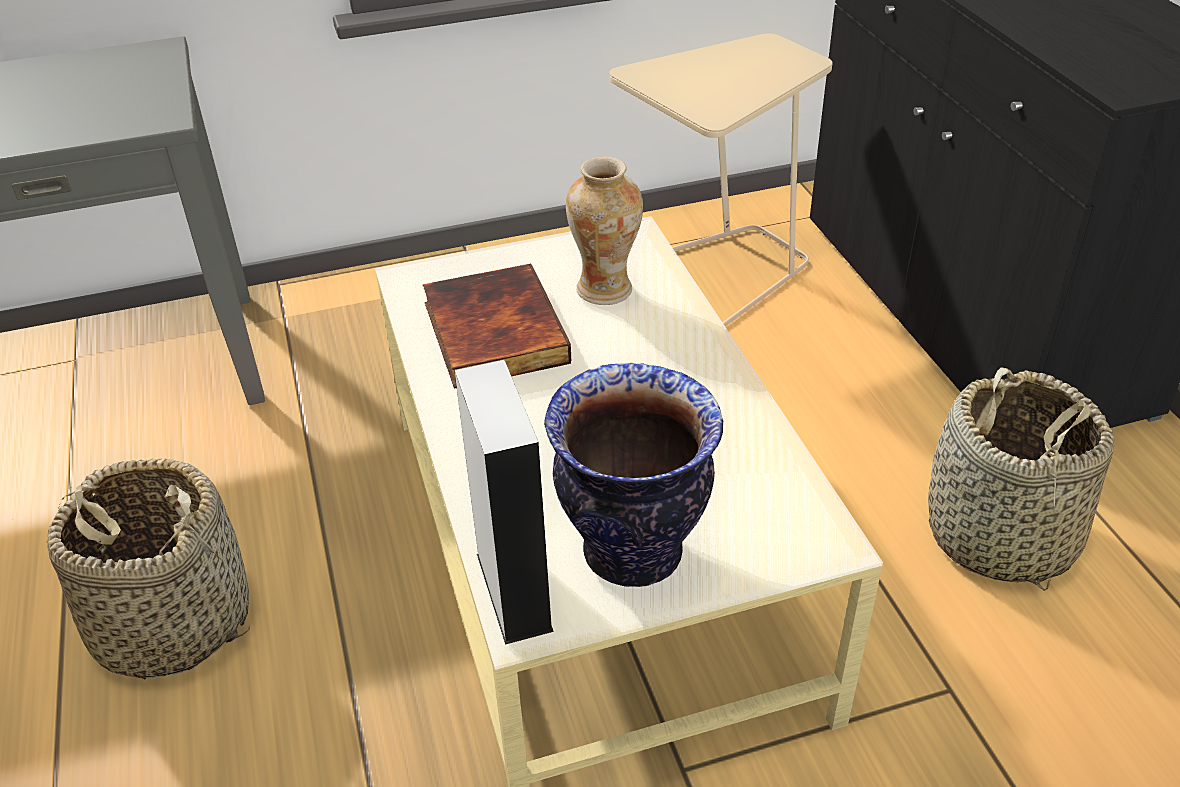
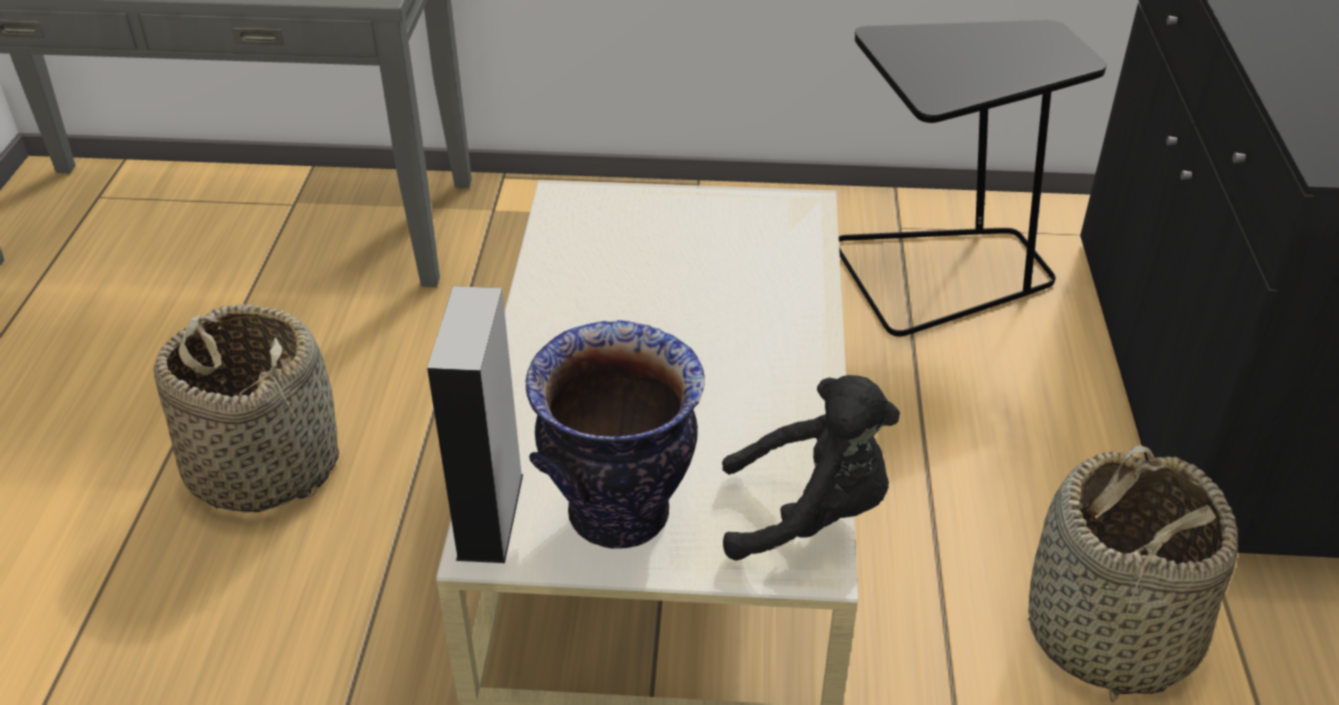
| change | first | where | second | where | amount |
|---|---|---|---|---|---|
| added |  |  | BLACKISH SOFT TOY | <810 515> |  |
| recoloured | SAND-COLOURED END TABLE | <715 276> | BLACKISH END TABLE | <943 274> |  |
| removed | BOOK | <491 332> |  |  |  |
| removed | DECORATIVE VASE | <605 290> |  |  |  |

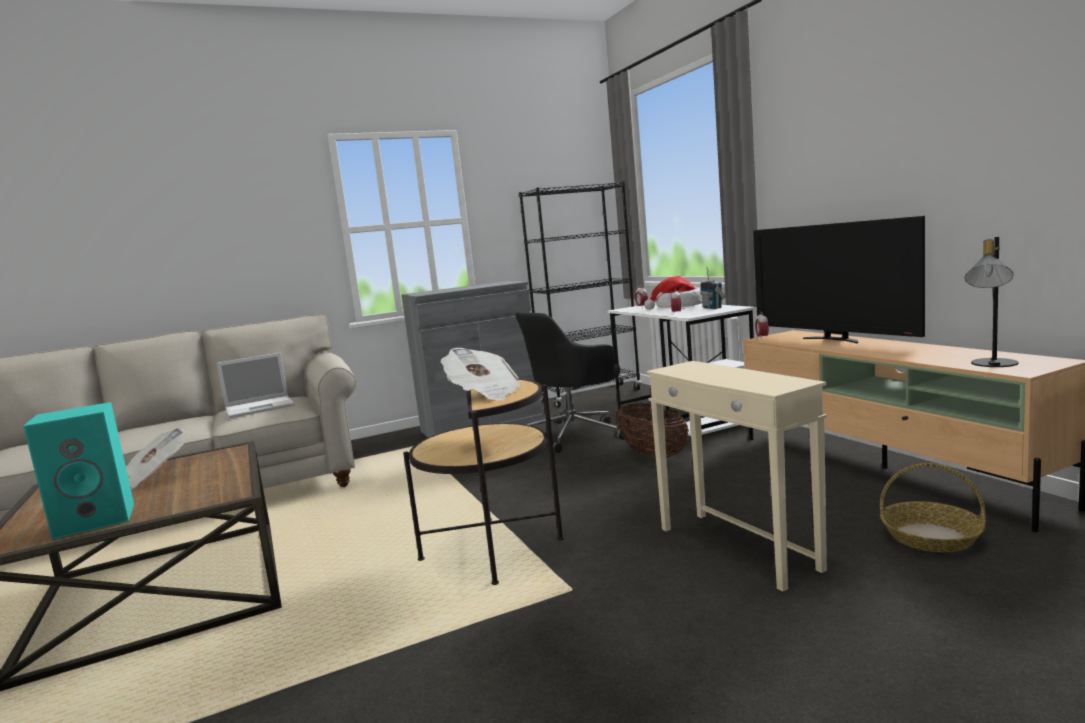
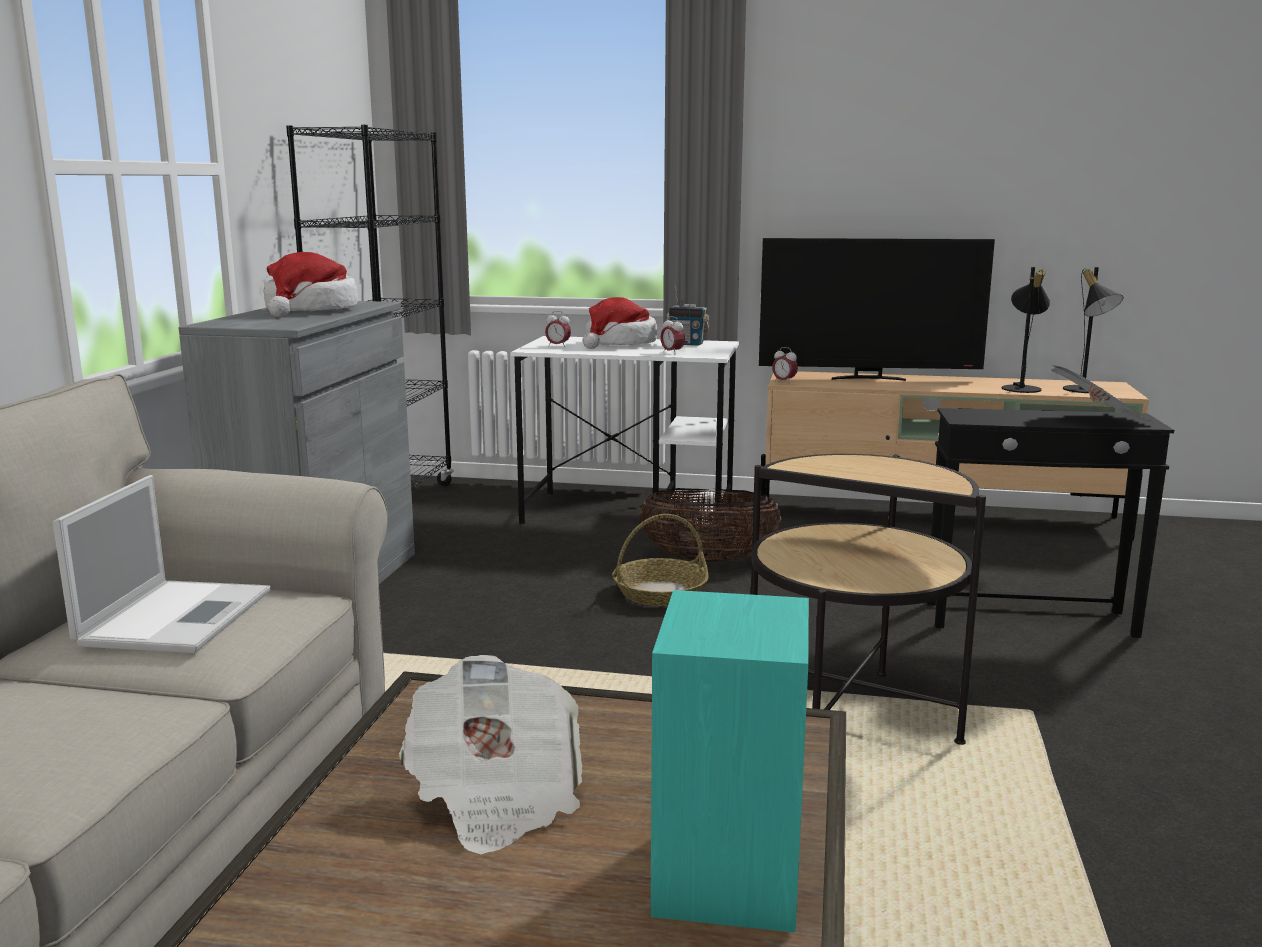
| change | first | where | second | where | amount |
|---|---|---|---|---|---|
| added |  |  | CLOTHING HAT | <310 310> |  |
| moved | HOUSEHOLD BASKET | <931 537> |  | <660 593> |  |
| recoloured | SAND-COLOURED END TABLE | <736 548> | BLACKISH END TABLE | <1030 620> |  |
| added |  |  | BLACKISH TABLE LAMP | <1022 387> |  |
| moved | NEWSPAPER | <484 394> |  | <1099 421> |  |
| removed | BLACKISH OFFICE CHAIR | <574 434> |  |  |  |

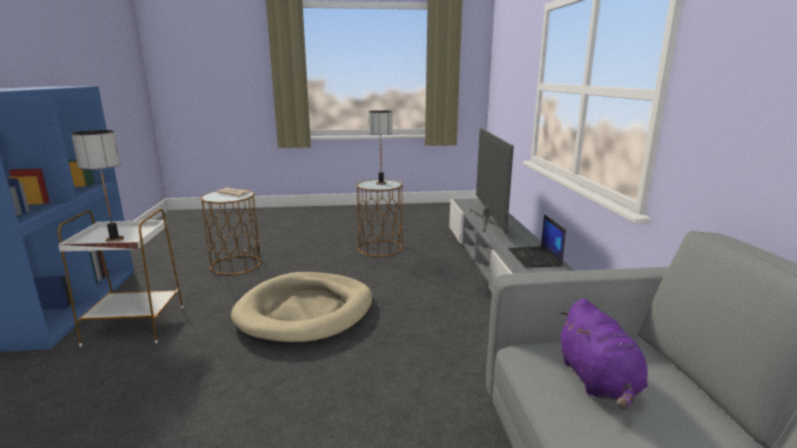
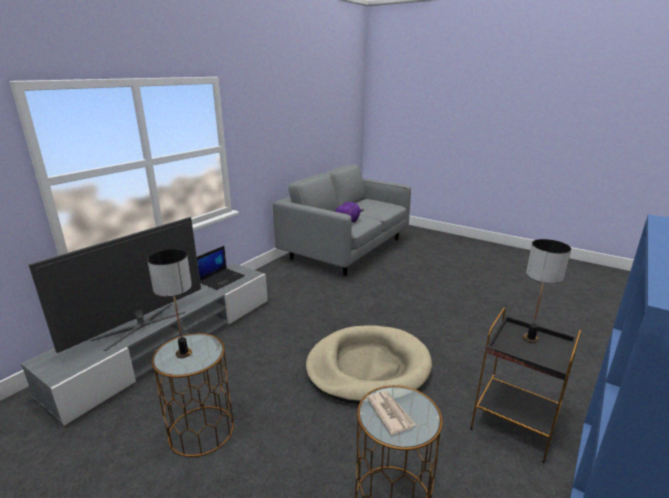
| change | first | where | second | where | amount |
|---|---|---|---|---|---|
| recoloured | WHITISH END TABLE | <136 325> | BLACKISH END TABLE | <514 422> |  |

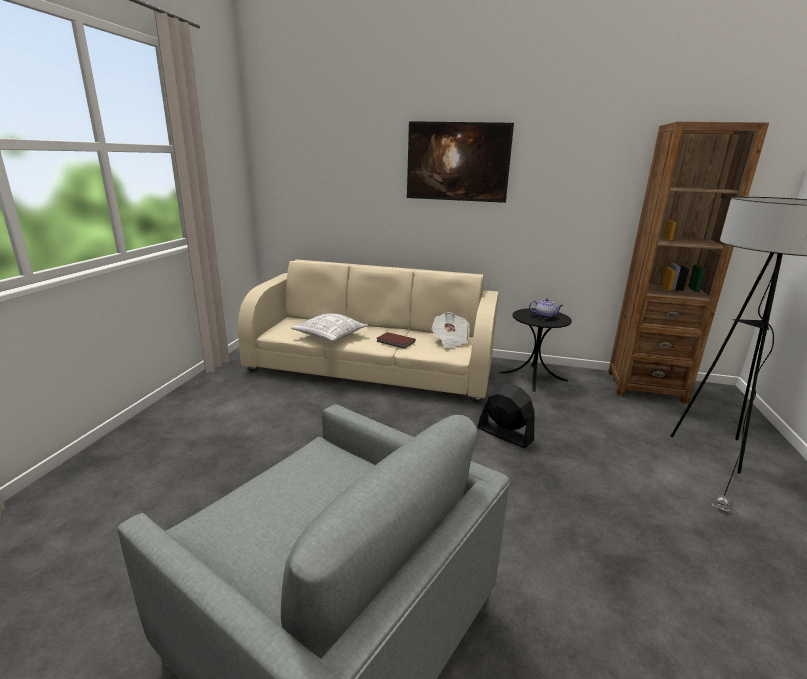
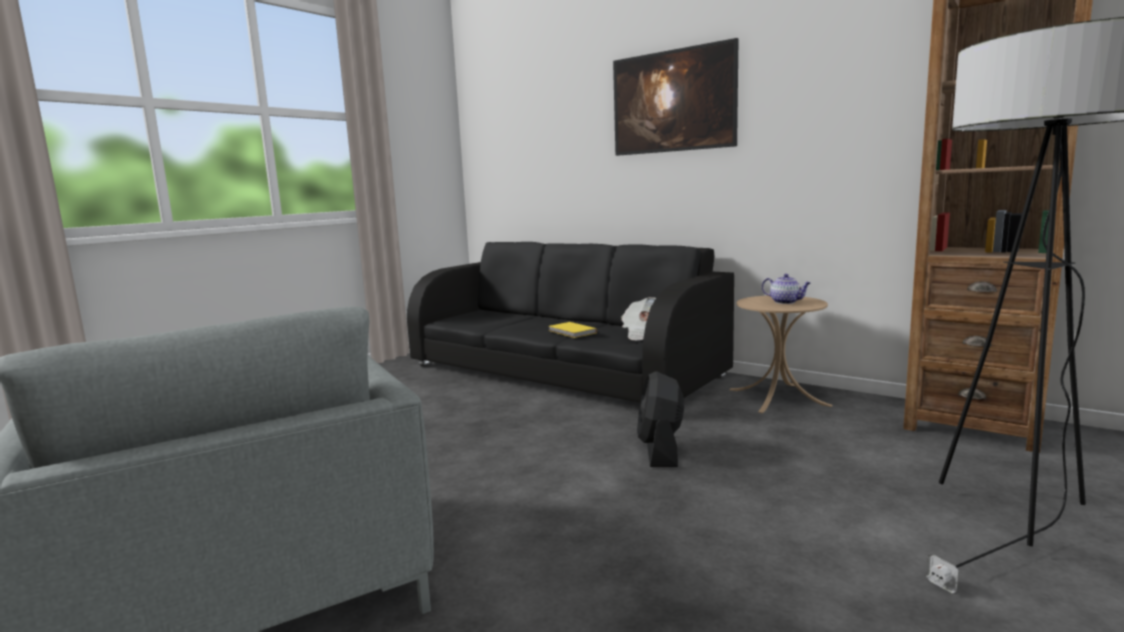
| change | first | where | second | where | amount |
|---|---|---|---|---|---|
| recoloured | SAND-COLOURED SETTEE | <373 365> | BLACKISH SETTEE | <564 370> |  |
| recoloured | BROWN BOOK | <395 342> | YELLOW-COLOURED BOOK | <571 332> |  |
| turned | BLACKISH COOLING FAN | <504 434> |  | <660 451> | 150 degrees counterclockwise |
| recoloured | BLACKISH END TABLE | <533 376> | SAND-COLOURED END TABLE | <778 397> |  |
| removed | CUSHION | <330 336> |  |  |  |

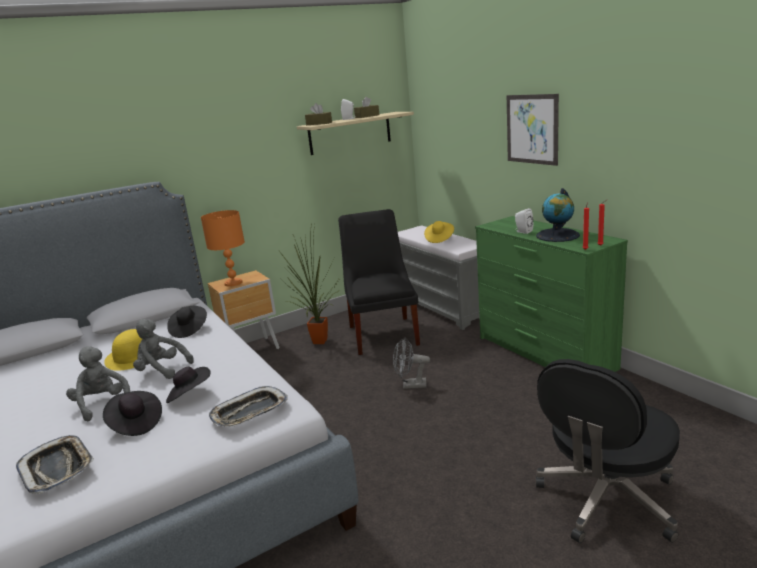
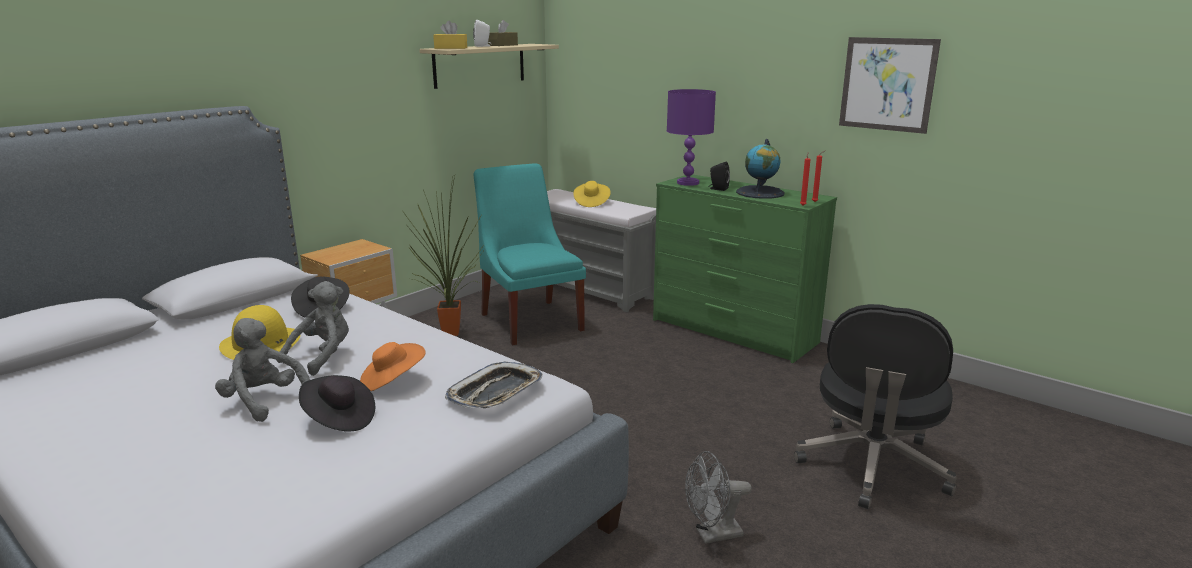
| change | first | where | second | where | amount |
|---|---|---|---|---|---|
| turned | GREY SOFT TOY | <162 370> |  | <322 357> | 120 degrees clockwise |
| recoloured | BLACKISH CLOTHING HAT | <190 395> | ORANGE CLOTHING HAT | <392 381> |  |
| recoloured | BROWN BOX OF TISSUES | <319 124> | YELLOW-COLOURED BOX OF TISSUES | <451 48> |  |
| recoloured | BLACKISH CHAIR | <383 333> | BLUE-GREEN CHAIR | <530 320> |  |
| added |  |  | PURPLE TABLE LAMP | <687 183> |  |
| moved | GREY COOLING FAN | <410 385> |  | <712 535> |  |
| recoloured | WHITISH AUDIO SPEAKER | <523 231> | BLACKISH AUDIO SPEAKER | <718 189> |  |
| moved | WALL ART | <532 129> |  | <887 84> |  |
| removed | SERVING TRAY | <57 468> |  |  |  |
| removed | ORANGE TABLE LAMP | <233 283> |  |  |  |

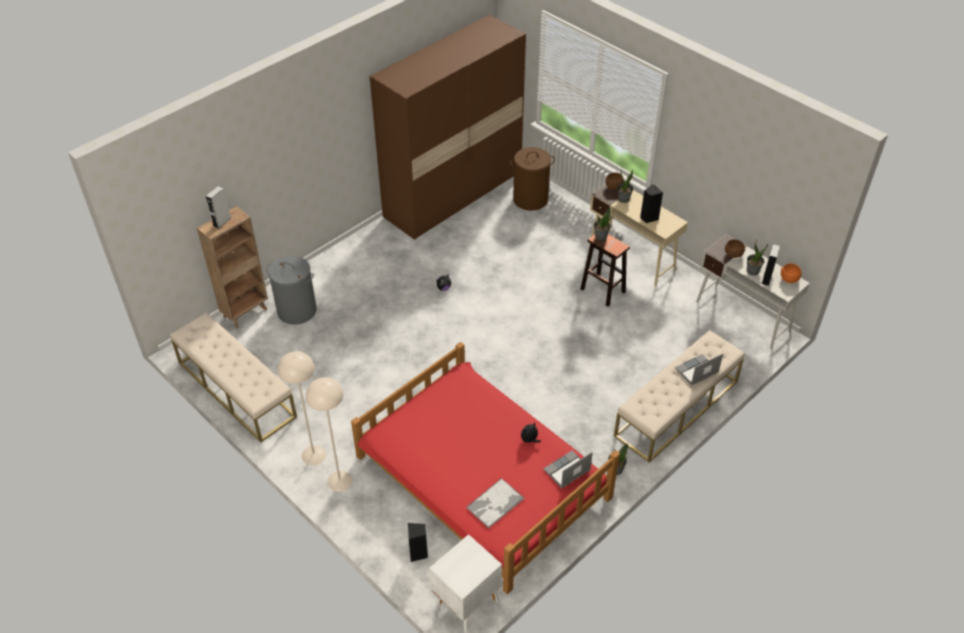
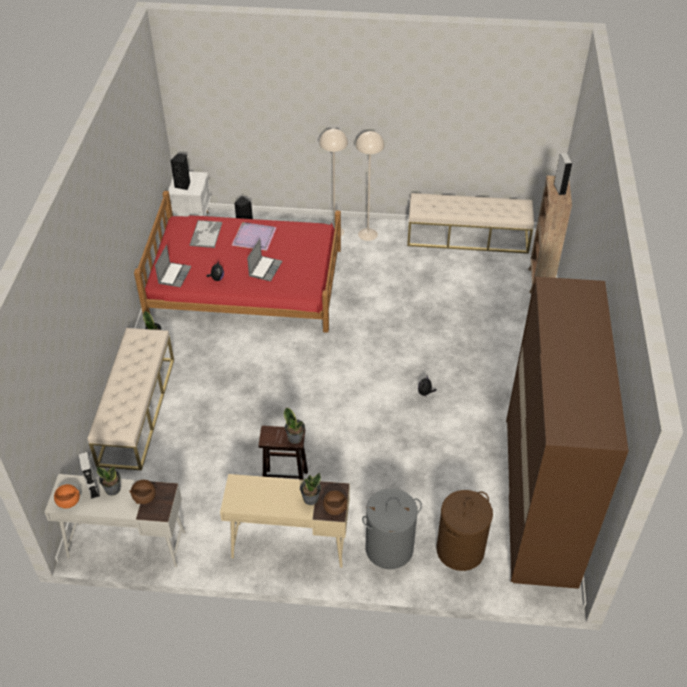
| change | first | where | second | where | amount |
|---|---|---|---|---|---|
| moved | BLACKISH AUDIO SPEAKER | <648 218> |  | <183 185> |  |
| added |  |  | PURPLE SERVING TRAY | <253 237> |  |
| moved | PORTABLE COMPUTER | <696 371> |  | <265 269> |  |
| moved | GREY WASHING BASKET | <297 310> |  | <389 549> |  |

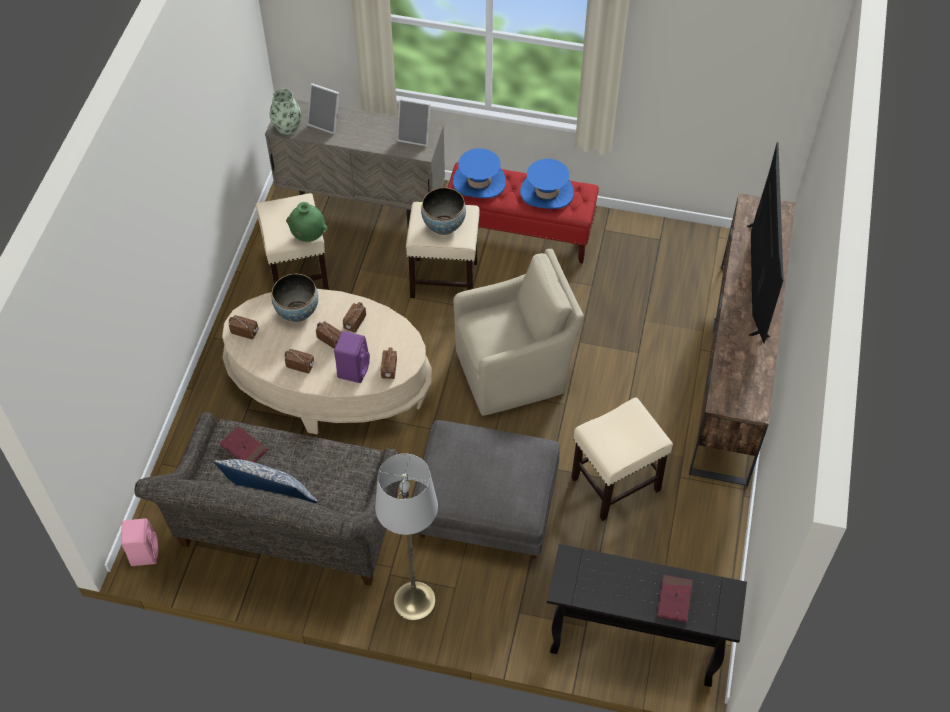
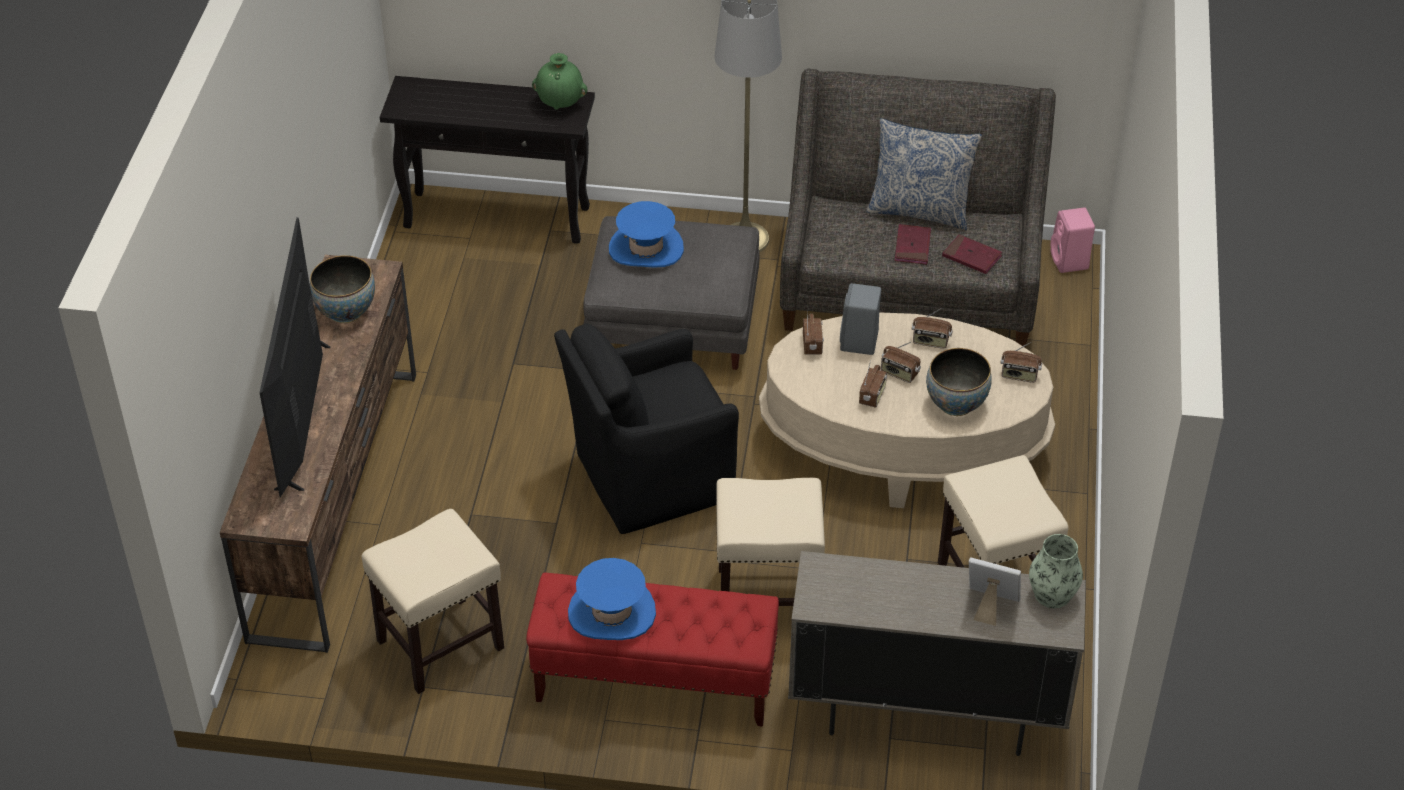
| change | first | where | second | where | amount |
|---|---|---|---|---|---|
| moved | SERVING BOWL | <444 226> |  | <346 312> |  |
| moved | SAND-COLOURED STOOL | <615 484> |  | <441 643> |  |
| moved | GREEN-COLOURED DECORATIVE VASE | <308 236> |  | <561 105> |  |
| recoloured | SAND-COLOURED ARMCHAIR | <514 371> | BLACKISH ARMCHAIR | <649 478> |  |
| moved | BLUE CLOTHING HAT | <479 182> |  | <646 248> |  |
| recoloured | PURPLE AUDIO SPEAKER | <353 369> | GREY AUDIO SPEAKER | <859 342> |  |
| moved | REDDISH BOOK | <674 599> |  | <912 247> |  |
| removed | PICTURE FRAME | <415 136> |  |  |  |

